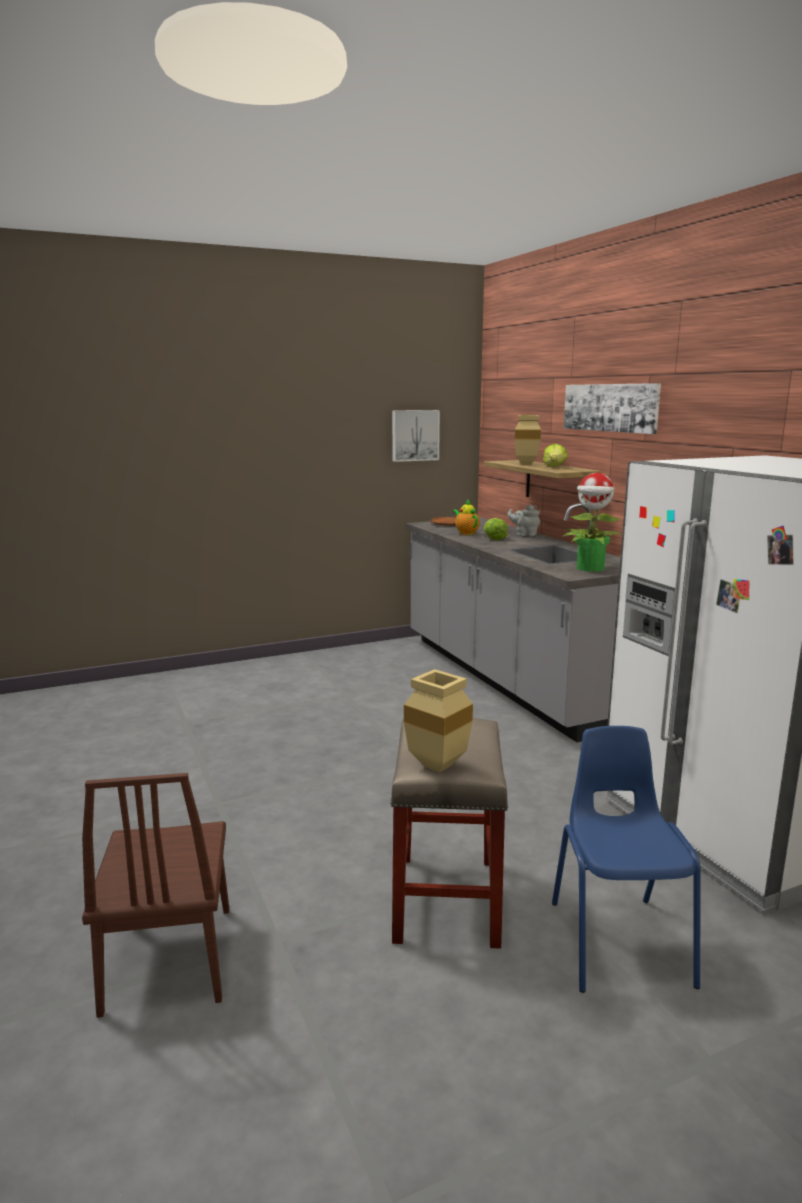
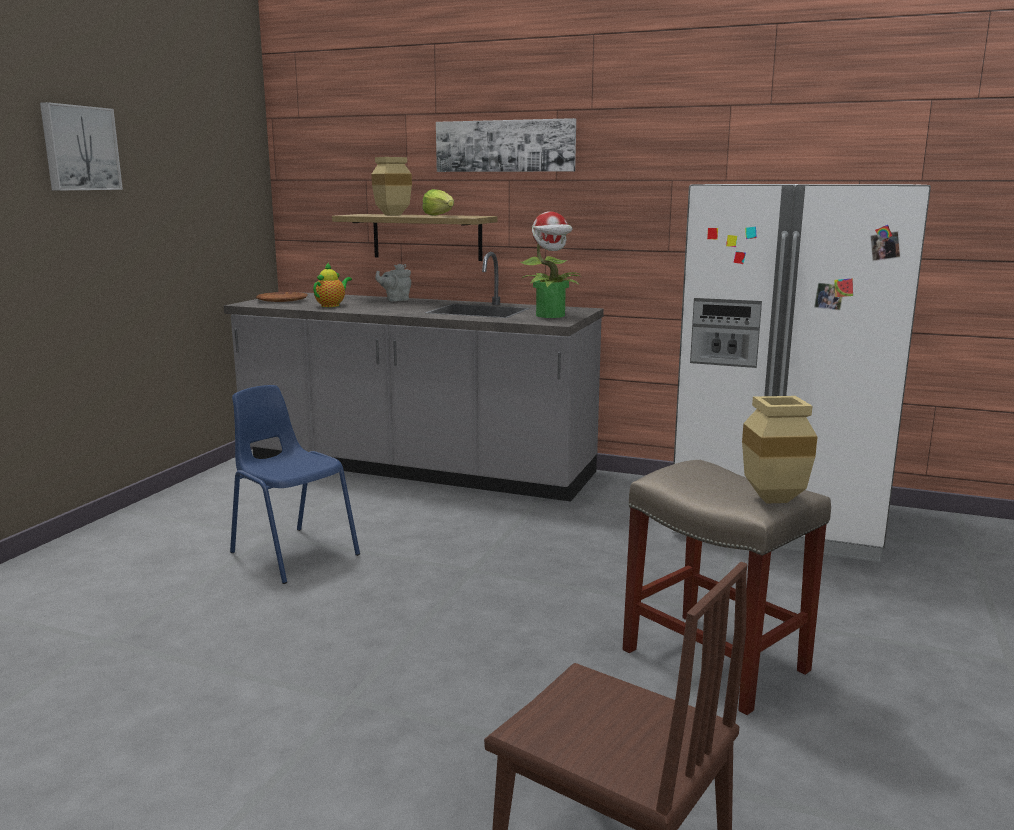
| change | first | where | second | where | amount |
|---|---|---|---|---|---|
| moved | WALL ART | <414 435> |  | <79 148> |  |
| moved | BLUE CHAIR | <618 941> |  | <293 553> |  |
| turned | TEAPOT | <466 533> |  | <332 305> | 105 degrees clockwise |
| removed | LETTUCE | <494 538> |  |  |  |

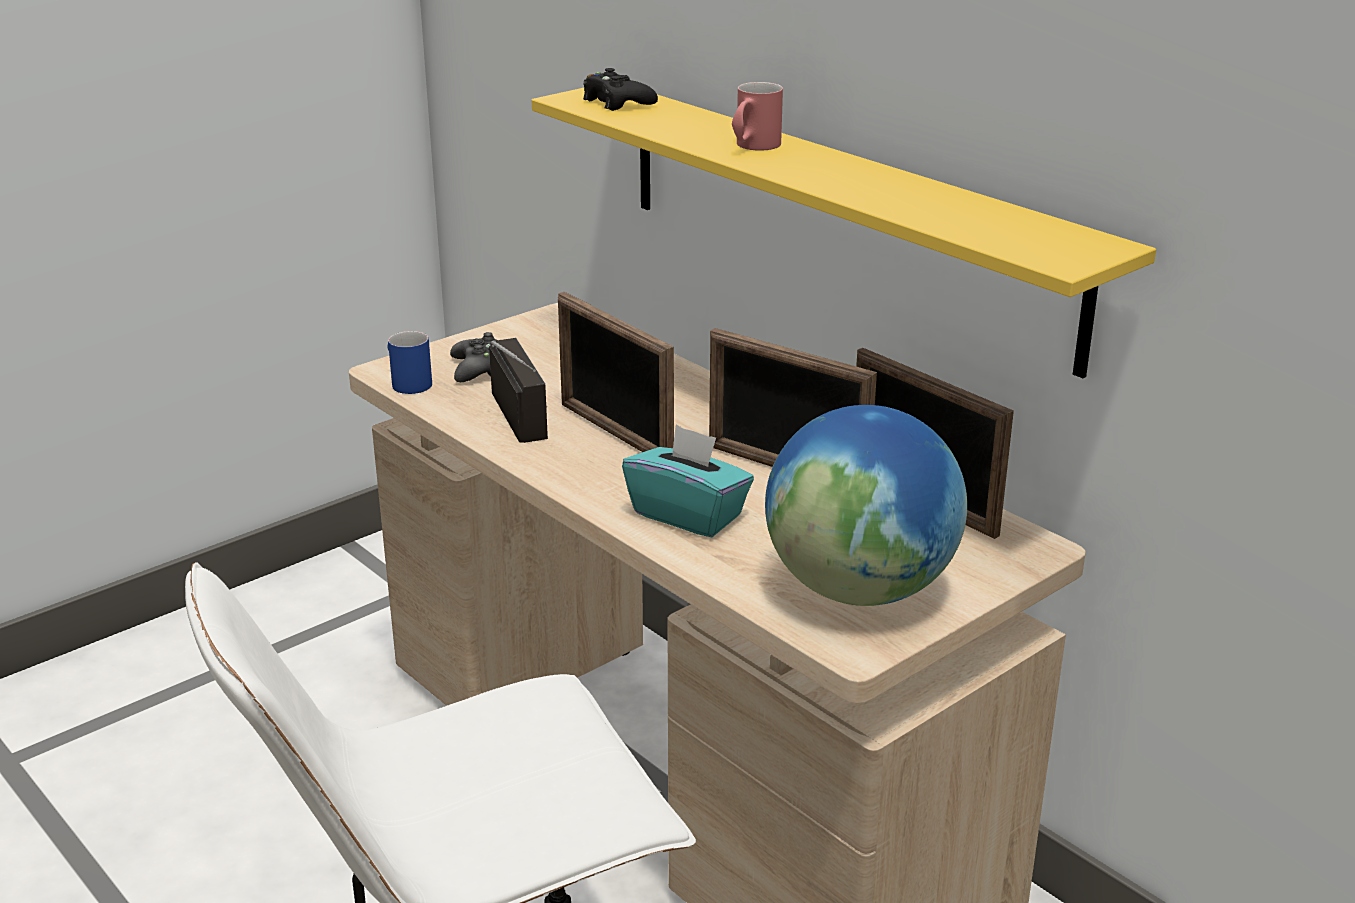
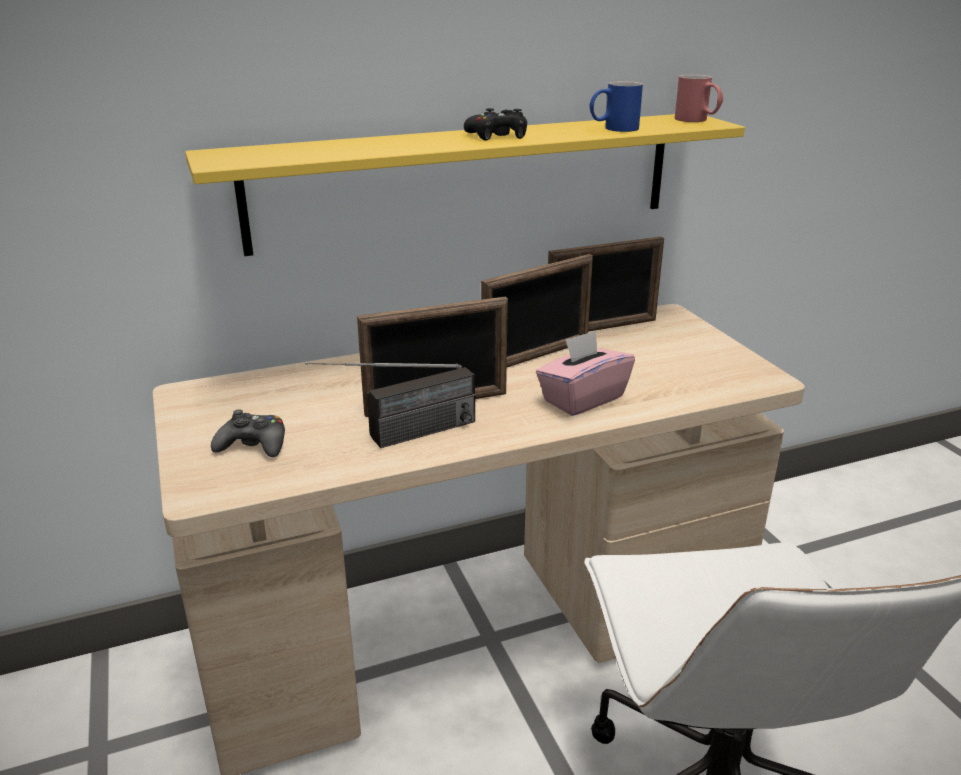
| change | first | where | second | where | amount |
|---|---|---|---|---|---|
| turned | RADIO RECEIVER | <530 429> |  | <398 437> | 150 degrees clockwise |
| moved | BLACKISH GAMEPAD | <617 102> |  | <498 136> |  |
| recoloured | BLUE-GREEN BOX OF TISSUES | <688 514> | PINKISH BOX OF TISSUES | <582 399> |  |
| moved | BLUE COFFEE MUG | <407 381> |  | <613 129> |  |
| moved | REDDISH COFFEE MUG | <753 147> |  | <697 120> |  |
| removed | GLOBE | <861 589> |  |  |  |

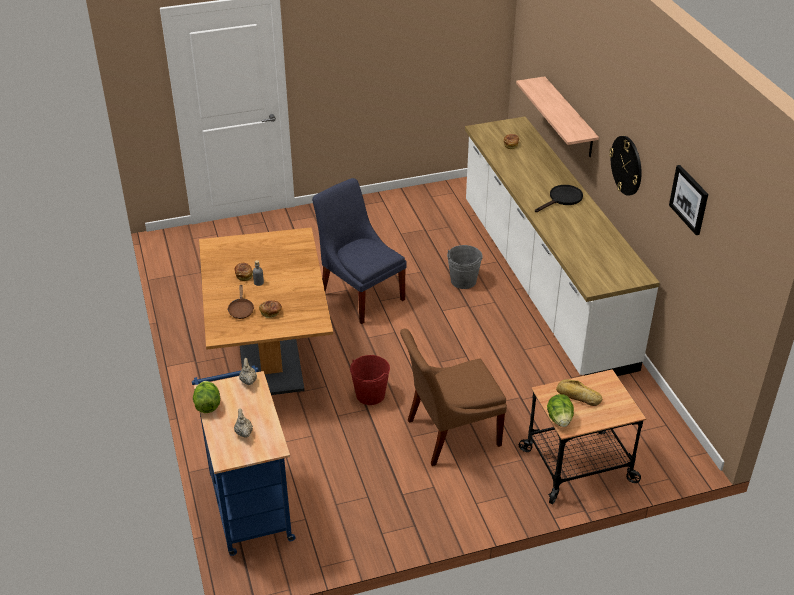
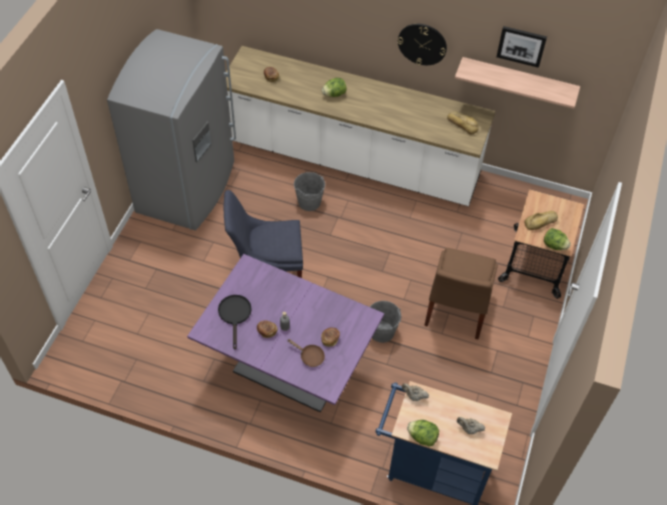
| change | first | where | second | where | amount |
|---|---|---|---|---|---|
| added |  |  | GREY REFRIGERATOR | <188 188> |  |
| recoloured | BROWN DINING TABLE | <270 358> | PURPLE DINING TABLE | <288 371> |  |
| moved | BLACKISH PAN | <562 199> |  | <235 315> |  |
| added |  |  | LETTUCE | <334 94> |  |
| recoloured | REDDISH BUCKET | <370 395> | GREY BUCKET | <382 332> |  |
| added |  |  | BAKED BREAD | <462 124> |  |
| moved | WALL SHELF | <569 117> |  | <518 81> |  |

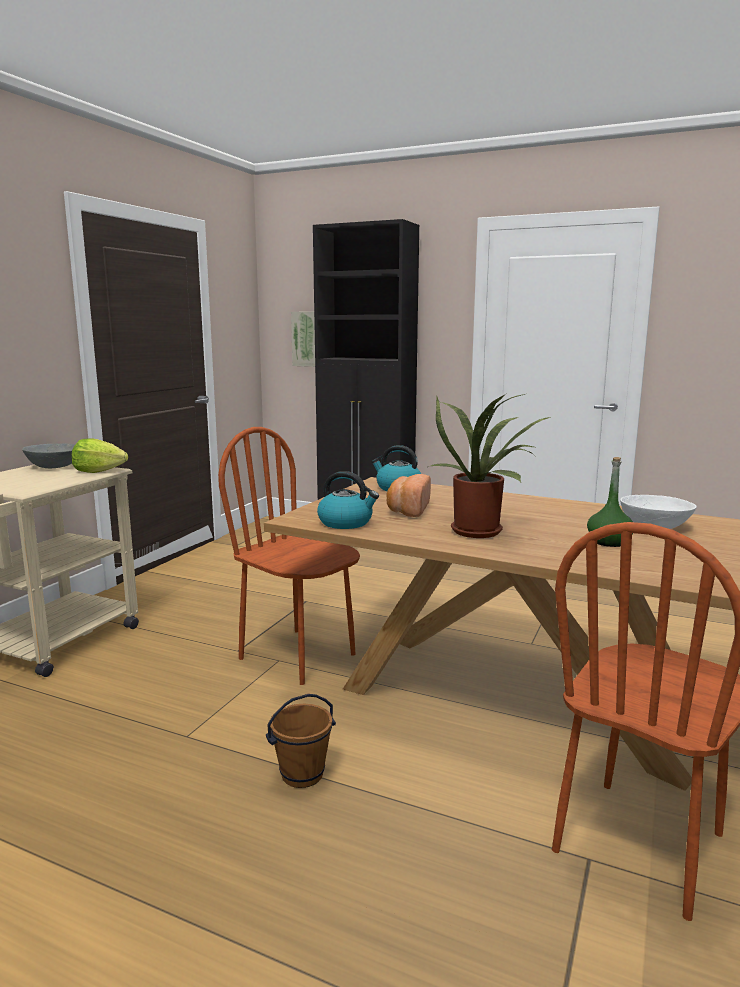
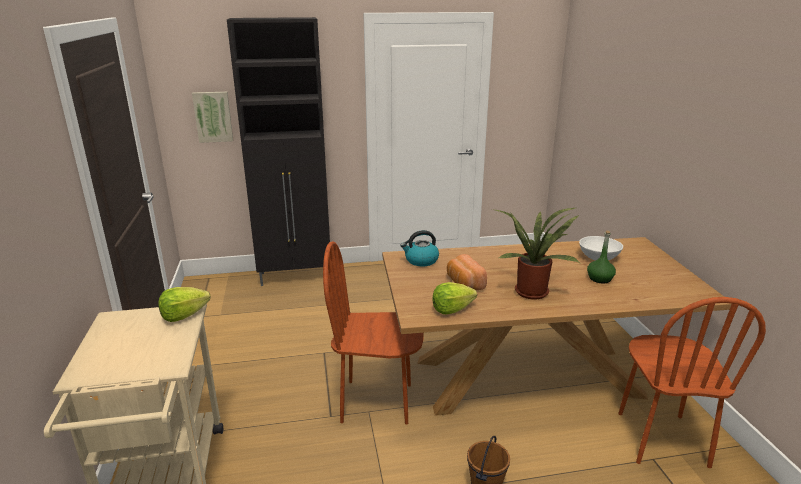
| change | first | where | second | where | amount |
|---|---|---|---|---|---|
| replaced | KETTLE | <346 522> | LETTUCE | <452 309> |  |
| removed | GREY SERVING BOWL | <54 467> |  |  |  |

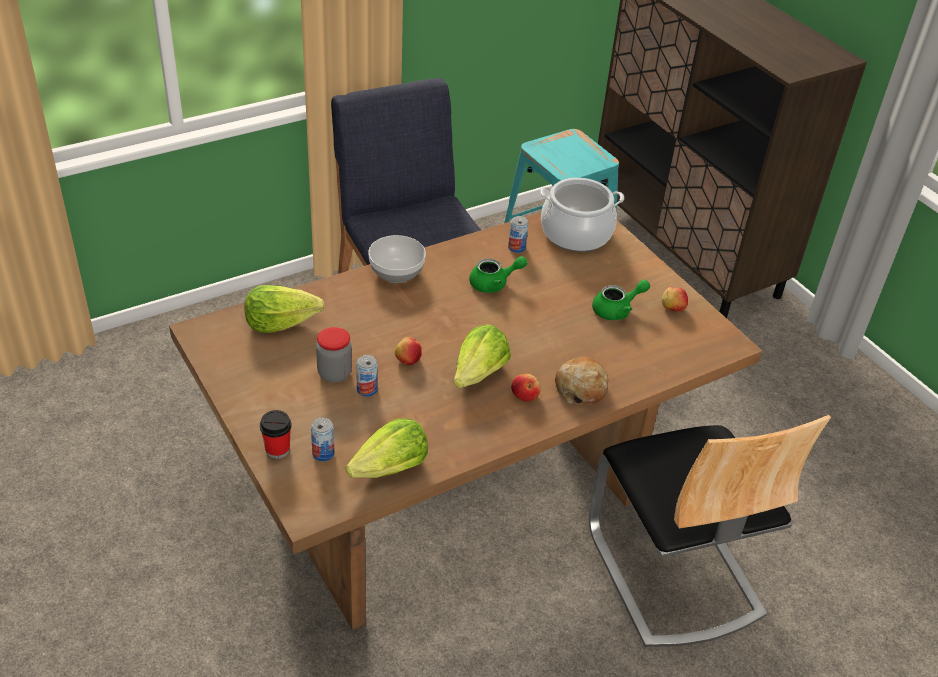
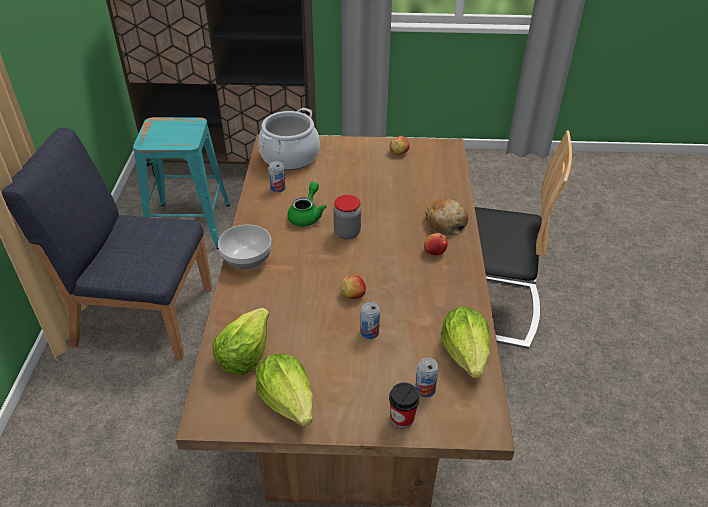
| change | first | where | second | where | amount |
|---|---|---|---|---|---|
| moved | LETTUCE | <479 373> |  | <288 401> |  |
| moved | PRESERVE JAR | <334 374> |  | <347 233> |  |
| removed | GREEN-COLOURED TEAPOT | <617 310> |  |  |  |

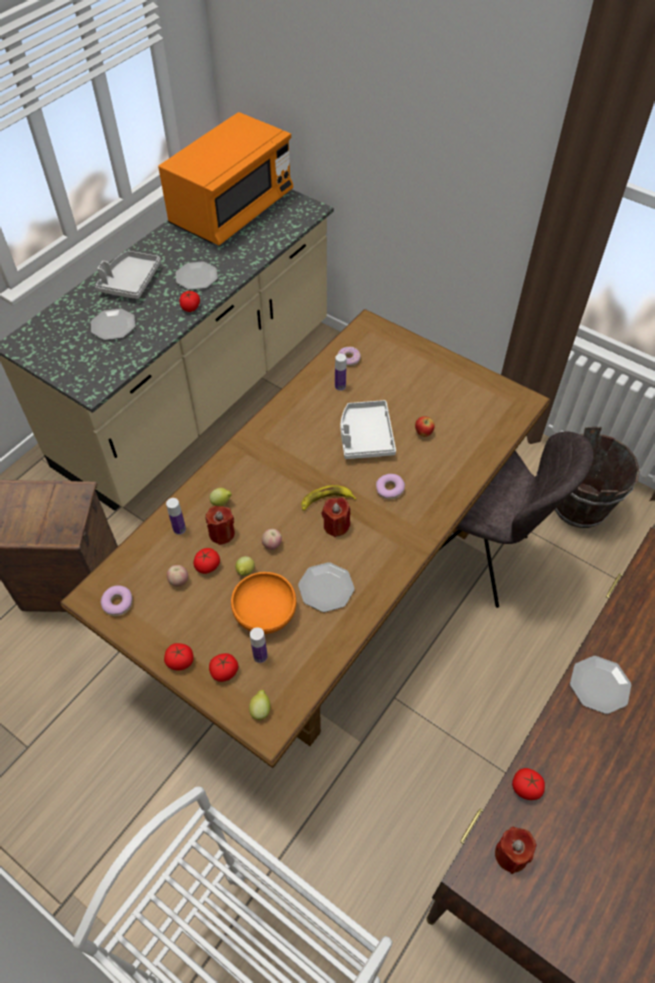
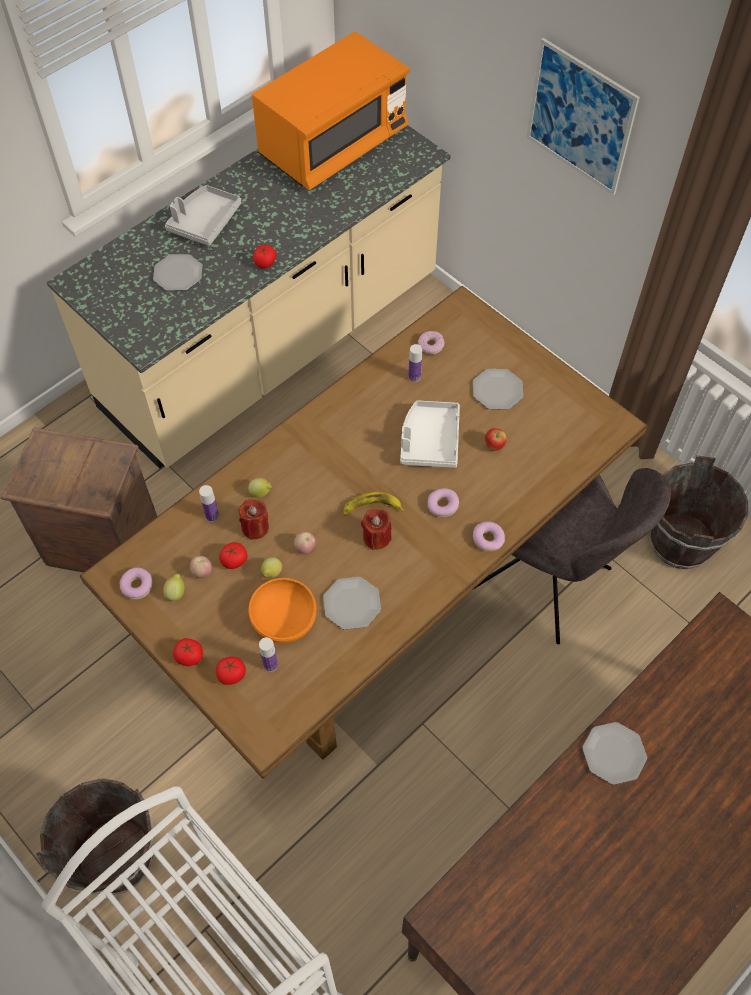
| change | first | where | second | where | amount |
|---|---|---|---|---|---|
| added |  |  | BROWN BUCKET | <116 857> |  |
| moved | LEMON | <260 709> |  | <176 592> |  |
| moved | DINNER PLATE | <197 277> |  | <497 390> |  |
| added |  |  | DONUT | <488 539> |  |
| added |  |  | WALL ART | <580 117> |  |
| removed | REDDISH WAX CANDLE | <511 854> |  |  |  |
| removed | FRESH TOMATO | <526 788> |  |  |  |

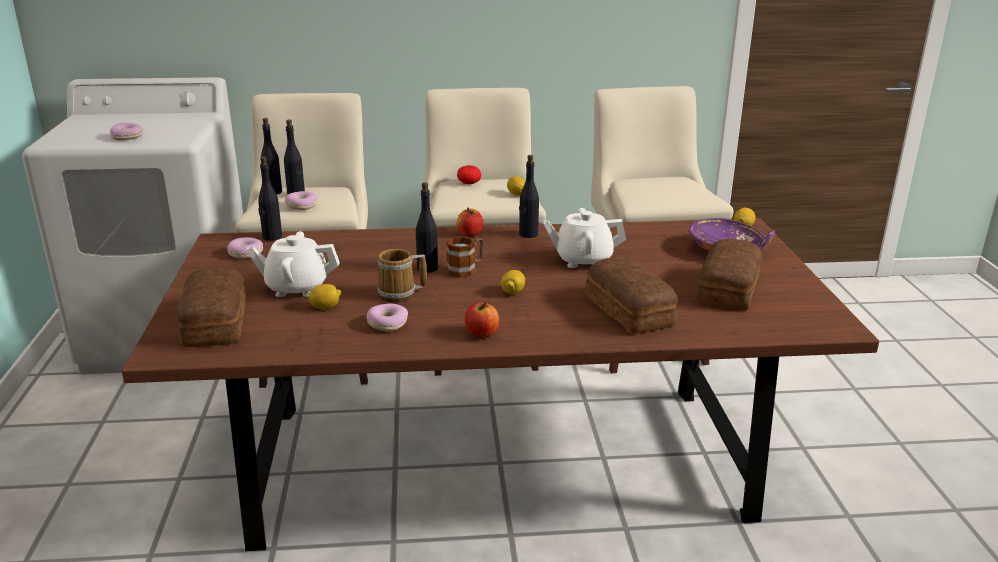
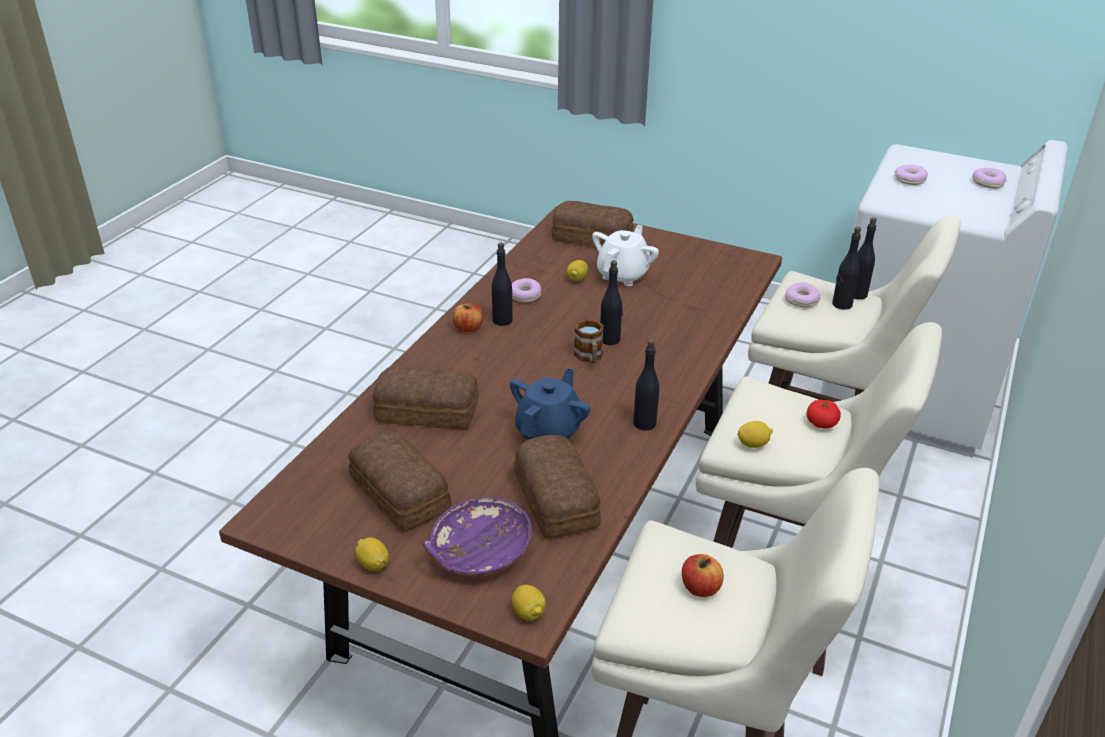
| change | first | where | second | where | amount |
|---|---|---|---|---|---|
| moved | LEMON | <512 292> |  | <373 564> |  |
| moved | BLACKISH BOTTLE | <272 237> |  | <502 320> |  |
| recoloured | WHITISH TEAPOT | <583 260> | BLUE TEAPOT | <549 431> |  |
| added |  |  | BAKED BREAD | <557 498> |  |
| moved | WHOLE APPLE | <470 234> |  | <700 588> |  |
| moved | DONUT | <246 254> |  | <987 183> |  |
| removed | COFFEE MUG | <400 294> |  |  |  |

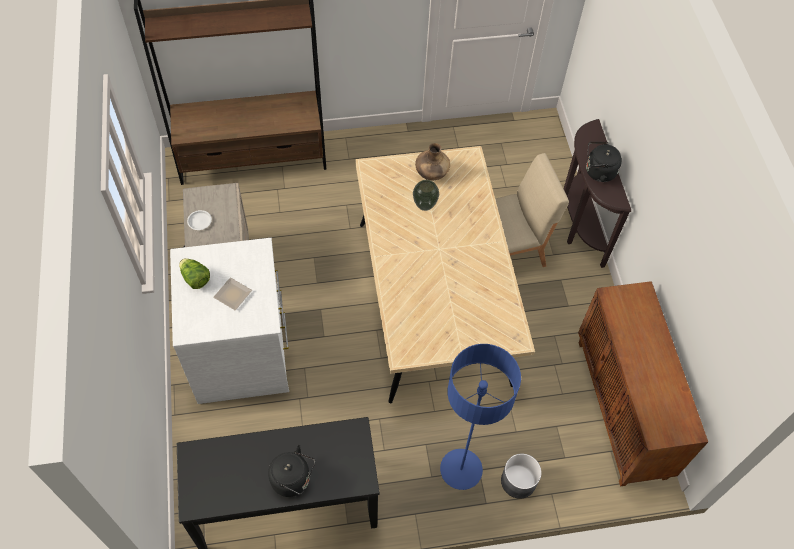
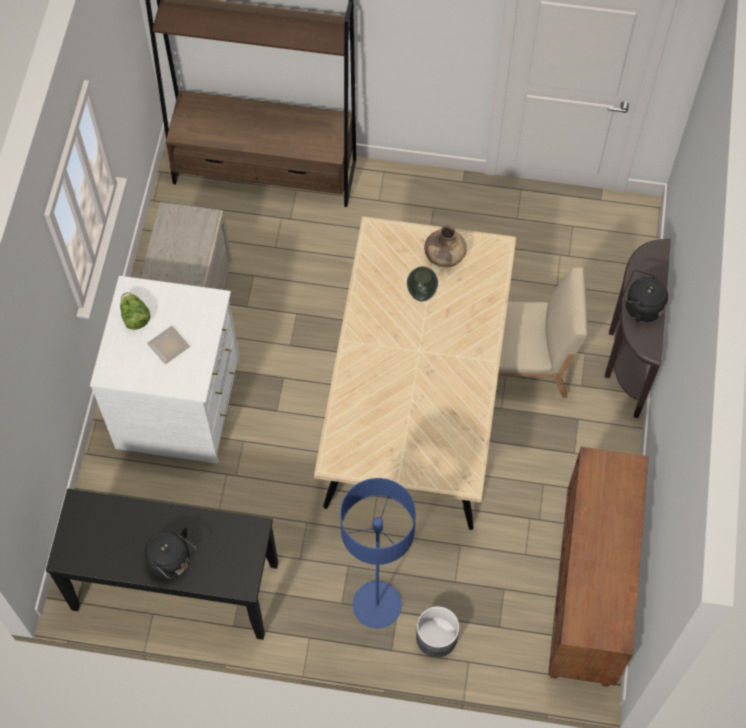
| change | first | where | second | where | amount |
|---|---|---|---|---|---|
| removed | WHITISH DINNER PLATE | <199 221> |  |  |  |

